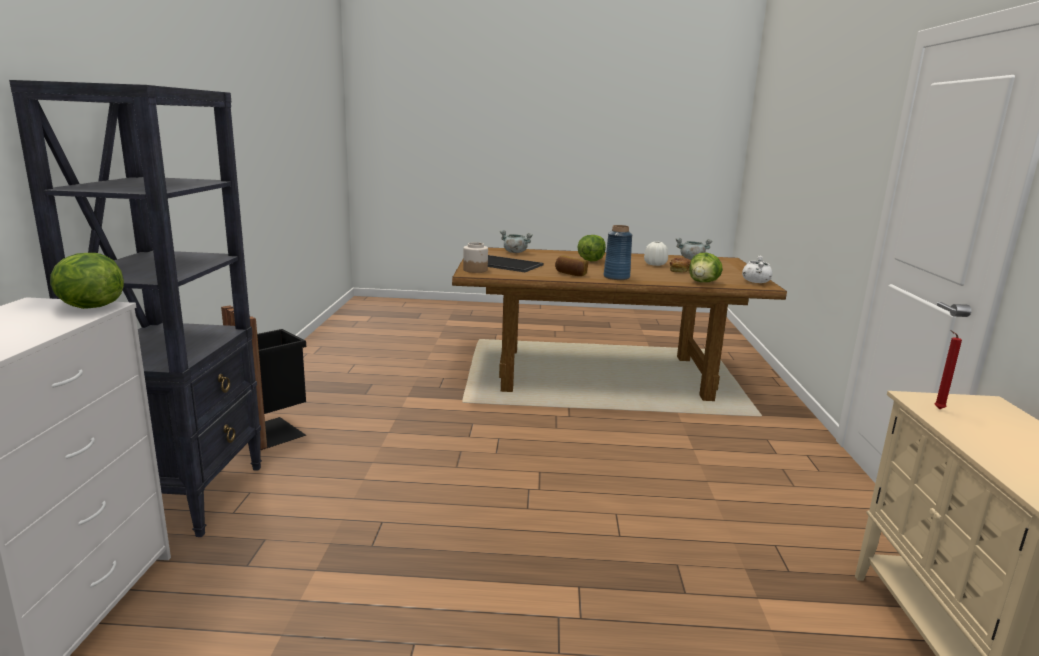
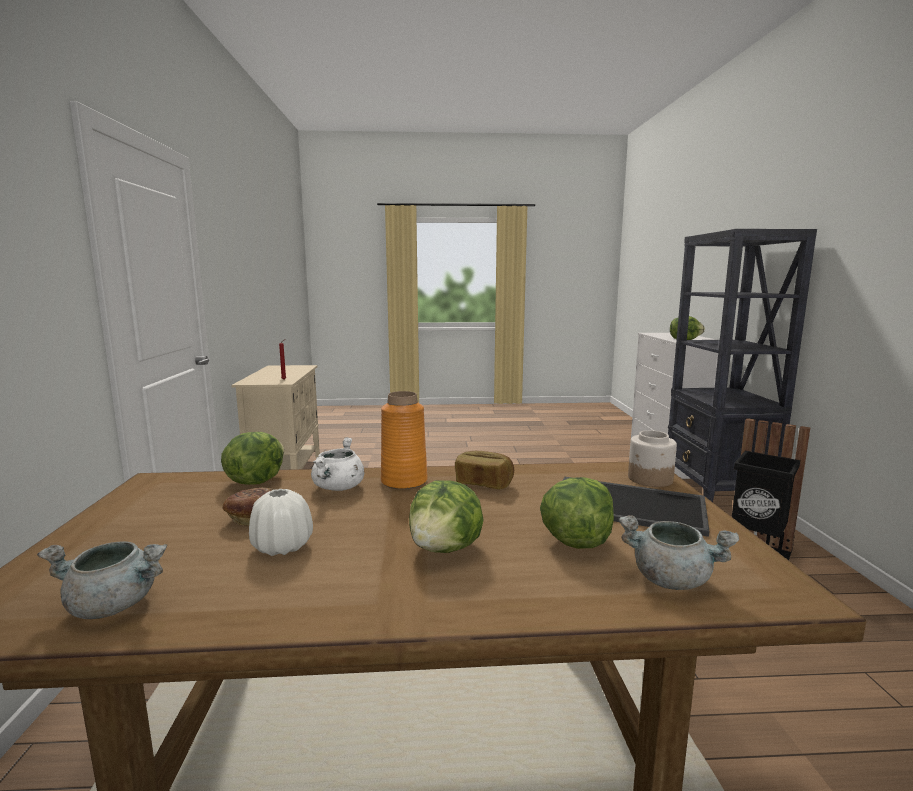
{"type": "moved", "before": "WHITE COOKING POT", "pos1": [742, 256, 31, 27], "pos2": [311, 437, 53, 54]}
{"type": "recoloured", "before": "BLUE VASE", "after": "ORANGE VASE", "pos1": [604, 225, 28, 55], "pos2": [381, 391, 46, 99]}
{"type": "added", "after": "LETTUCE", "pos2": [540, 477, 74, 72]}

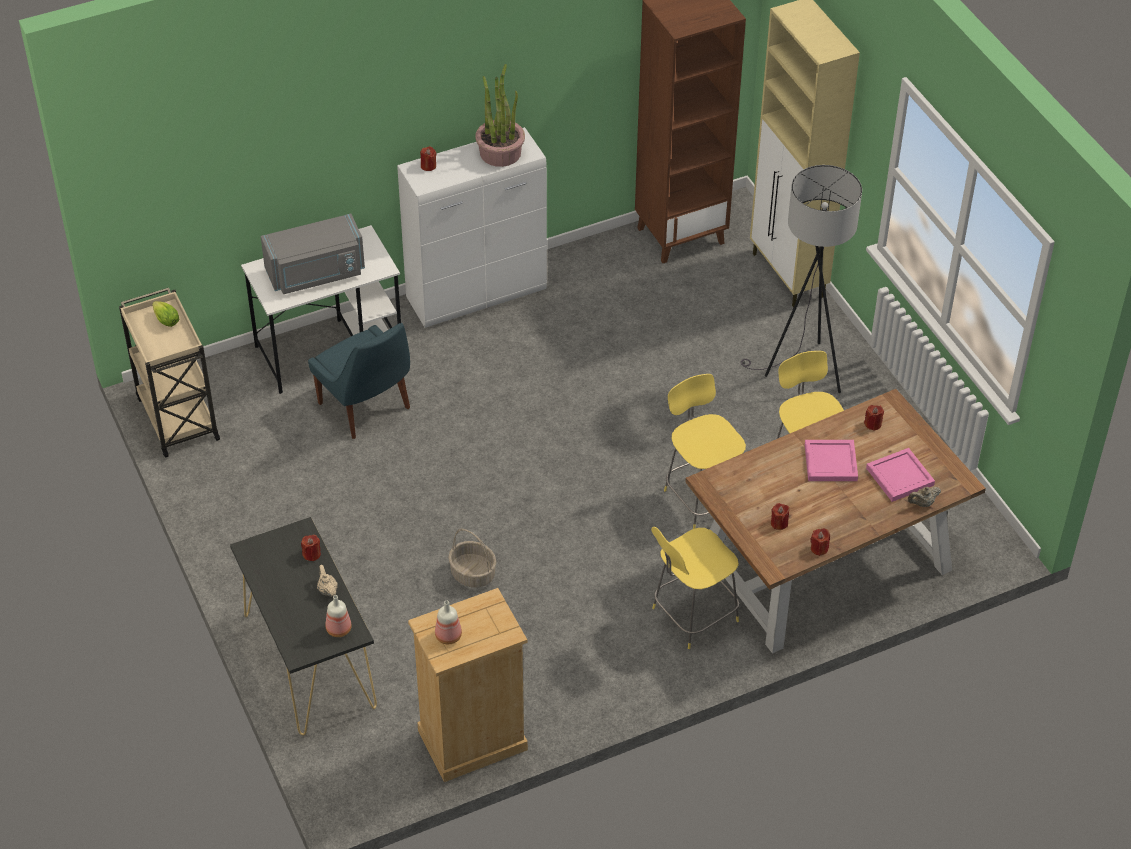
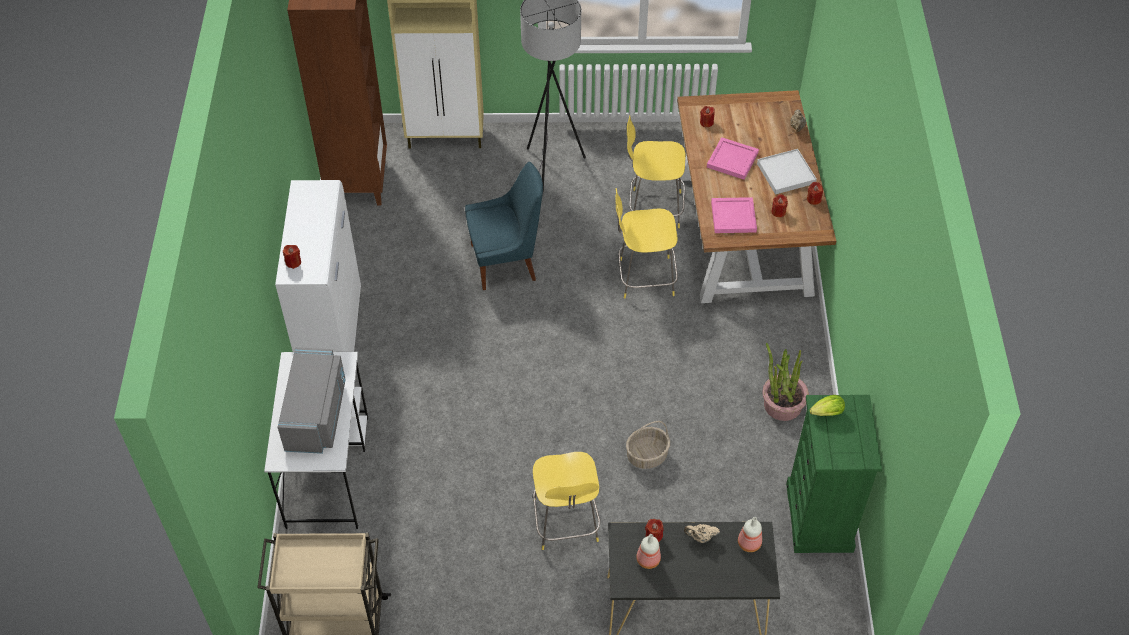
{"type": "moved", "before": "BLUE CHAIR", "pos1": [308, 323, 102, 116], "pos2": [465, 162, 78, 128]}
{"type": "moved", "before": "YELLOW STOOL", "pos1": [651, 527, 88, 122], "pos2": [533, 452, 67, 98]}
{"type": "moved", "before": "BOTTLE", "pos1": [435, 601, 27, 43], "pos2": [636, 534, 25, 35]}
{"type": "moved", "before": "PINK TRAY", "pos1": [866, 448, 69, 54], "pos2": [711, 197, 46, 36]}
{"type": "added", "after": "WHITE TRAY", "pos2": [757, 149, 60, 45]}
{"type": "moved", "before": "POTTED PLANT", "pos1": [475, 64, 50, 103], "pos2": [762, 343, 47, 78]}
{"type": "recoloured", "before": "BEIGE DRESSER", "after": "GREEN DRESSER", "pos1": [408, 588, 120, 194], "pos2": [786, 395, 96, 158]}
{"type": "moved", "before": "LETTUCE", "pos1": [152, 301, 27, 26], "pos2": [810, 395, 35, 21]}

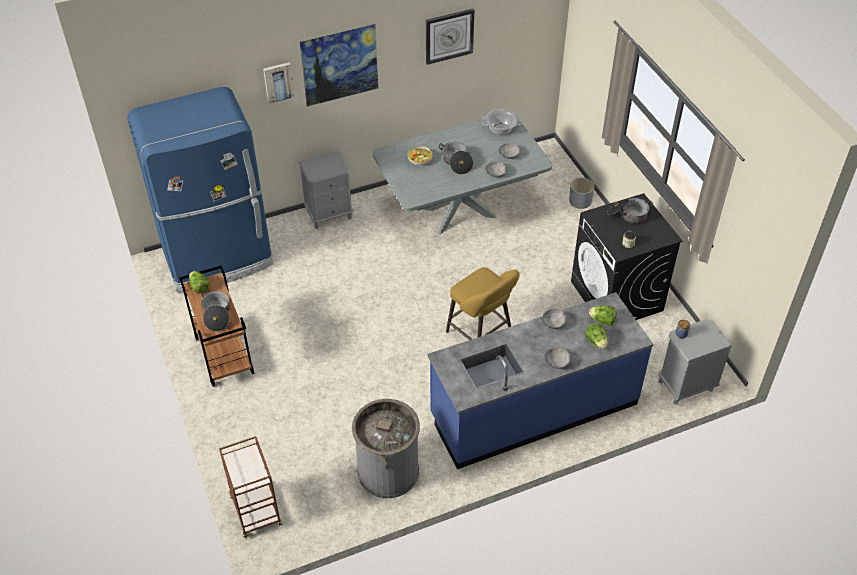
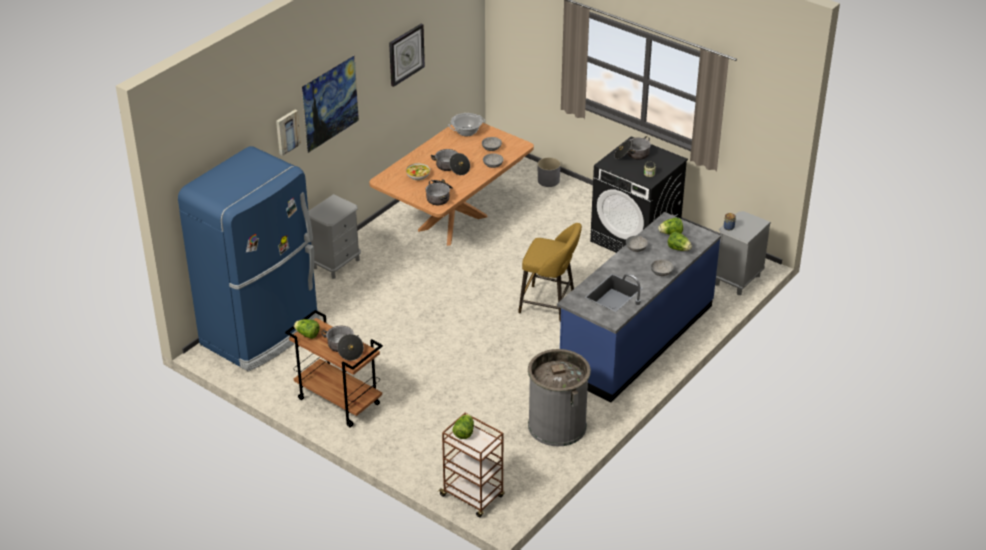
{"type": "recoloured", "before": "GREY DINING TABLE", "after": "BROWN DINING TABLE", "pos1": [373, 114, 179, 121], "pos2": [369, 123, 165, 123]}
{"type": "added", "after": "COOKING POT", "pos2": [425, 179, 28, 26]}
{"type": "added", "after": "LETTUCE", "pos2": [452, 414, 22, 25]}

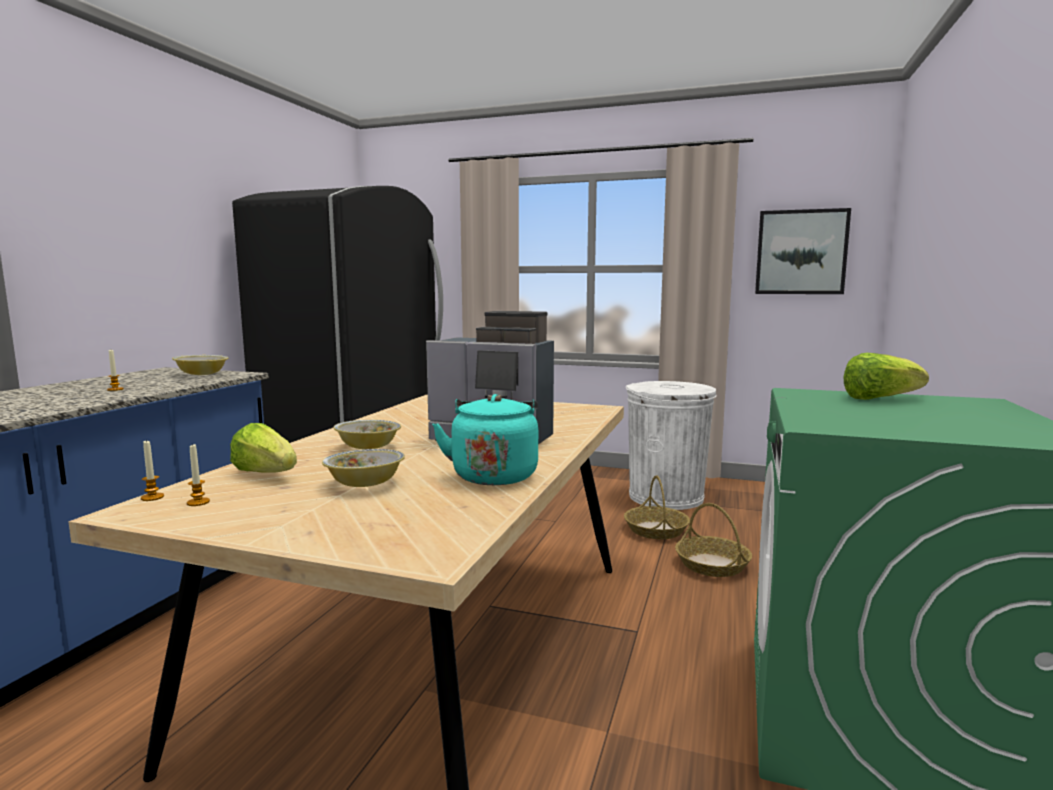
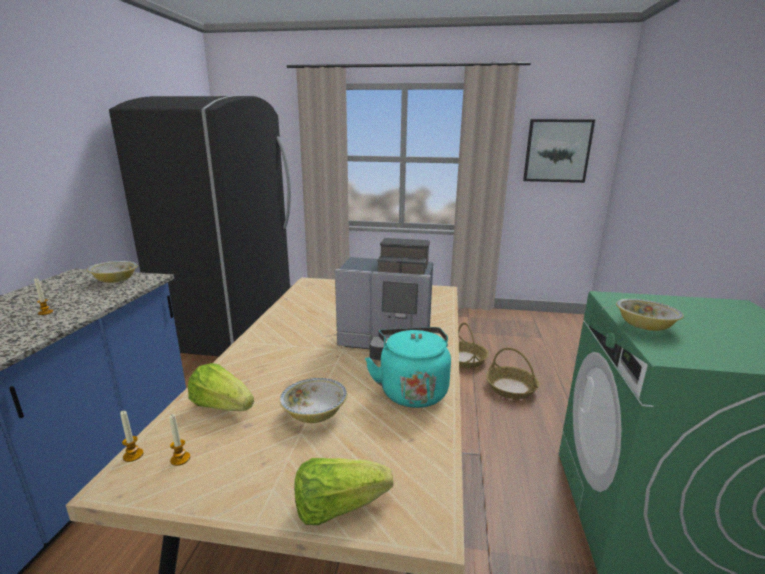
{"type": "moved", "before": "LETTUCE", "pos1": [844, 353, 85, 47], "pos2": [294, 458, 99, 67]}
{"type": "moved", "before": "BOWL", "pos1": [334, 420, 67, 29], "pos2": [616, 299, 68, 32]}
{"type": "removed", "before": "WHITE TRASH CAN", "pos1": [626, 381, 91, 129]}

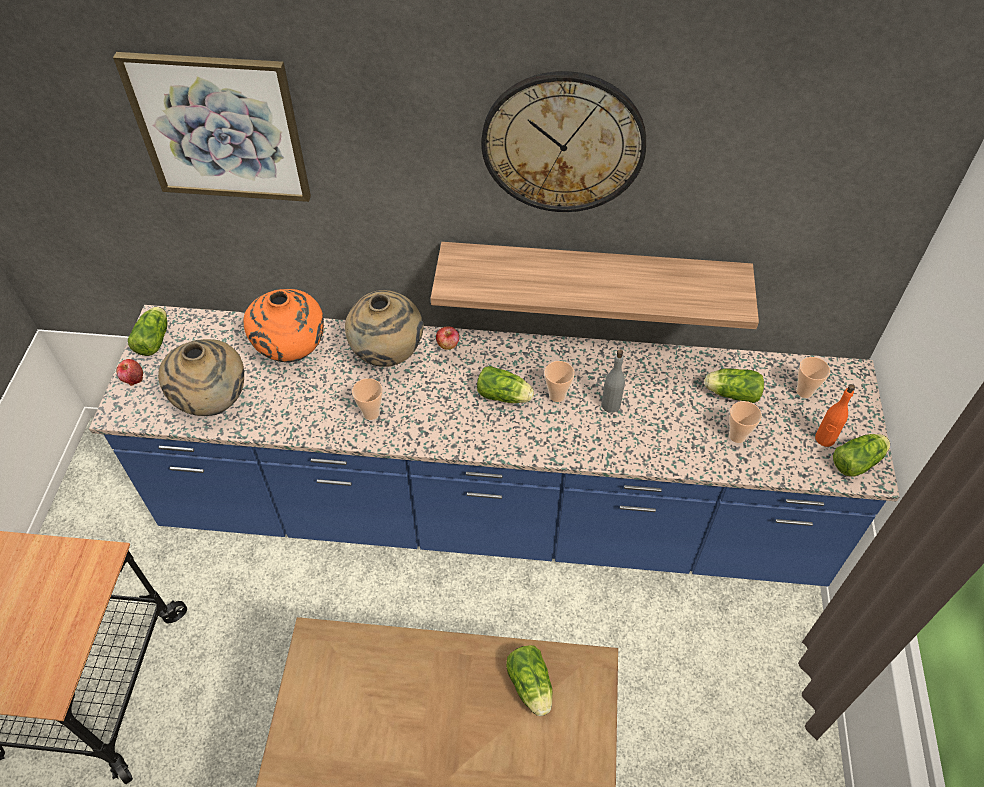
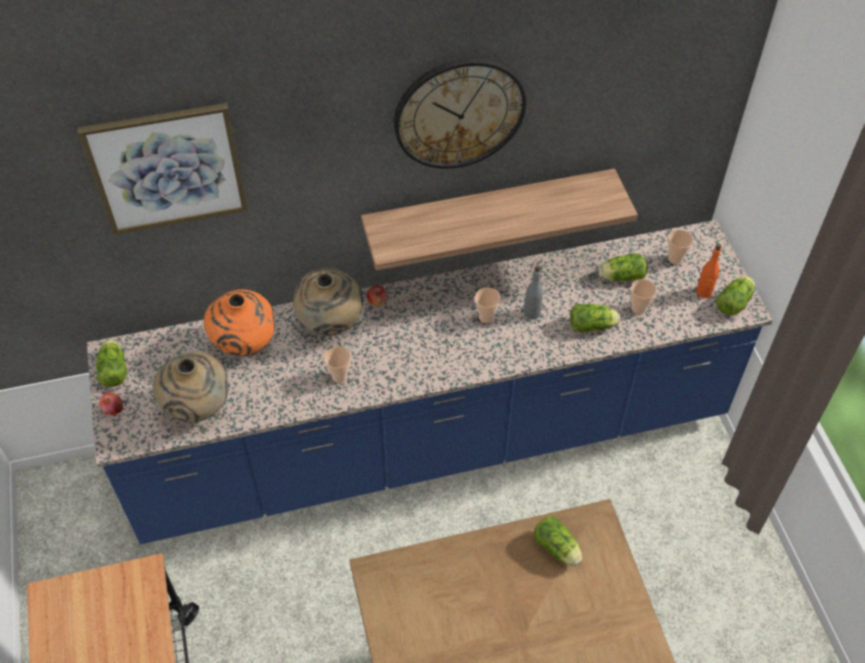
{"type": "moved", "before": "LETTUCE", "pos1": [477, 366, 57, 37], "pos2": [570, 304, 50, 28]}

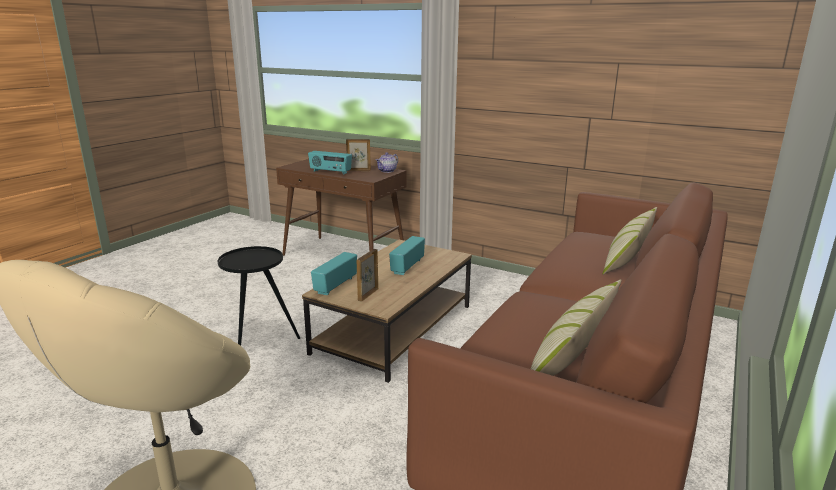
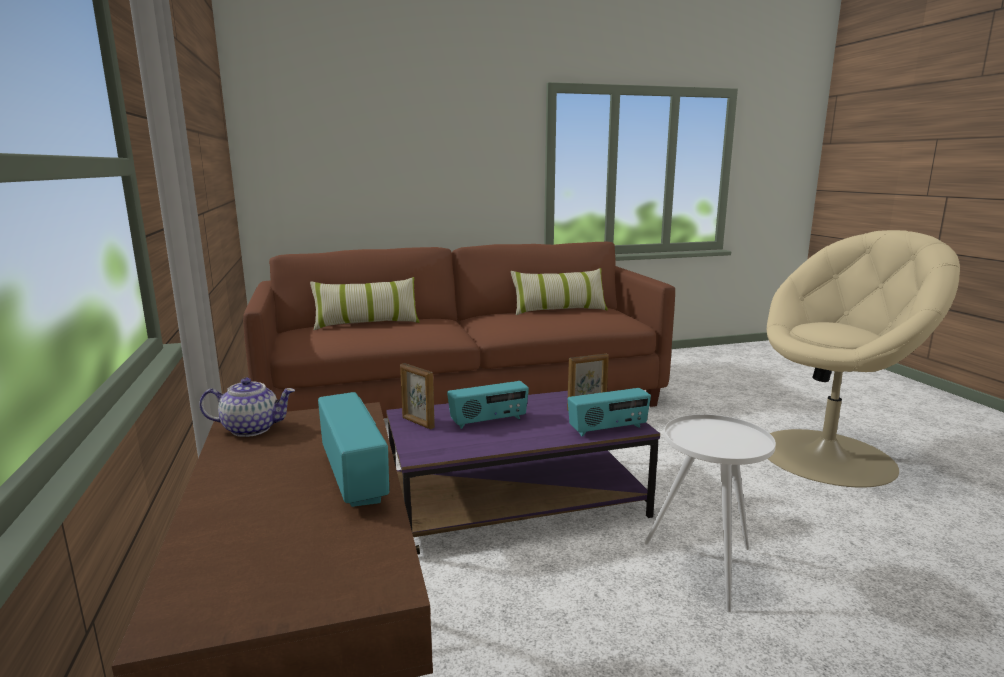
{"type": "recoloured", "before": "BROWN COFFEE TABLE", "after": "PURPLE COFFEE TABLE", "pos1": [302, 240, 170, 143], "pos2": [386, 391, 274, 146]}
{"type": "moved", "before": "PICTURE FRAME", "pos1": [346, 139, 25, 32], "pos2": [400, 363, 35, 66]}
{"type": "recoloured", "before": "BLACK SIDE TABLE", "after": "WHITE SIDE TABLE", "pos1": [218, 246, 82, 99], "pos2": [645, 414, 131, 198]}

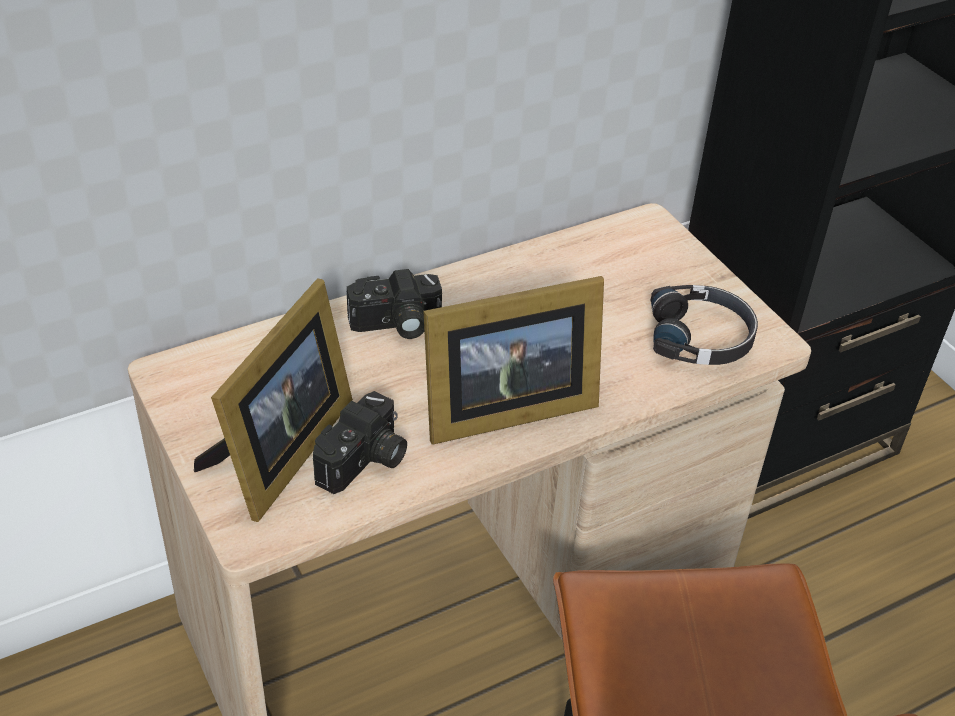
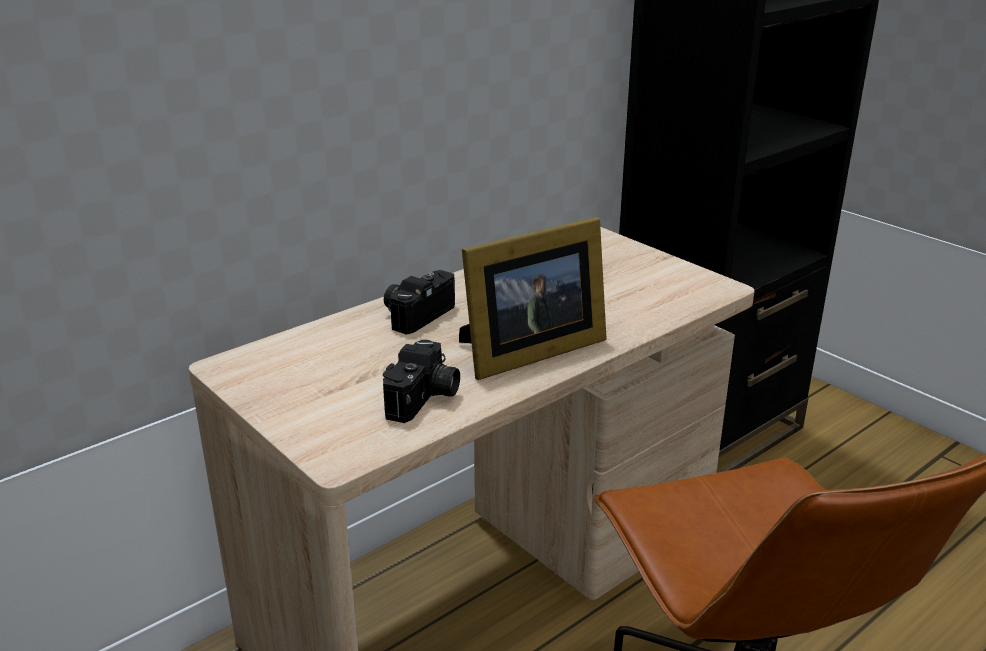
{"type": "turned", "before": "PHOTO CAMERA", "pos1": [346, 269, 96, 70], "pos2": [384, 270, 71, 65], "turn": 150}
{"type": "removed", "before": "PICTURE FRAME", "pos1": [194, 278, 159, 244]}
{"type": "removed", "before": "BLACK HEADPHONES", "pos1": [650, 285, 108, 80]}

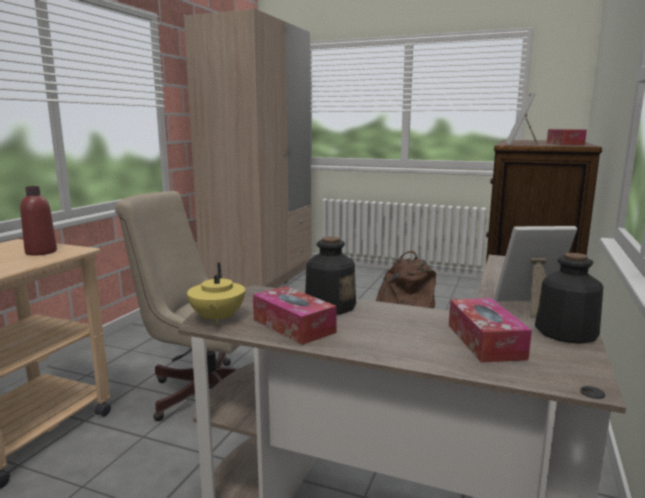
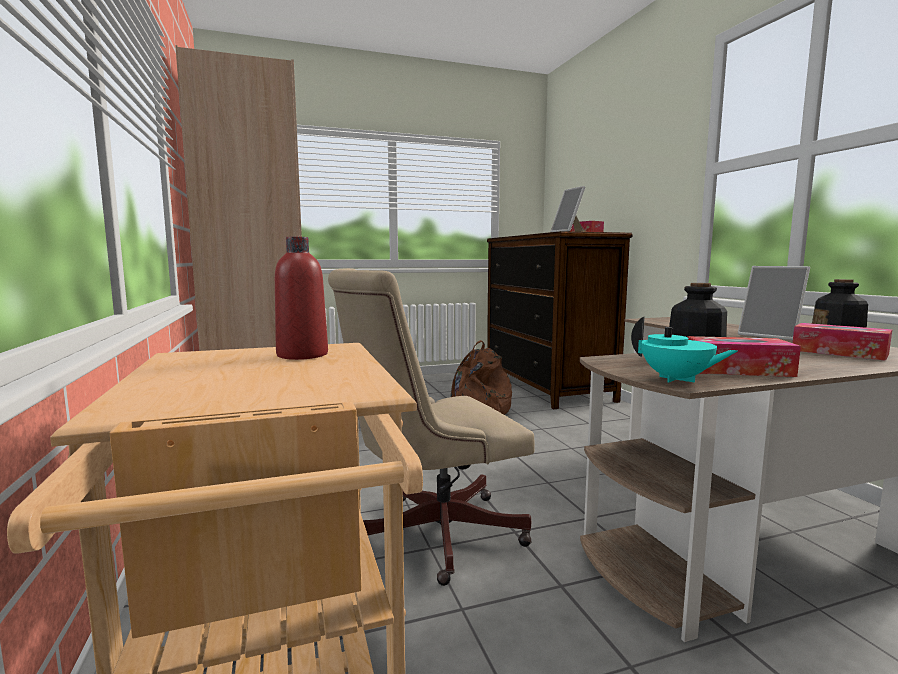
{"type": "recoloured", "before": "YELLOW TEAPOT", "after": "TURQUOISE TEAPOT", "pos1": [187, 263, 58, 61], "pos2": [631, 317, 107, 66]}
{"type": "turned", "before": "PICTURE FRAME", "pos1": [494, 226, 83, 91], "pos2": [738, 266, 72, 74], "turn": -90}

